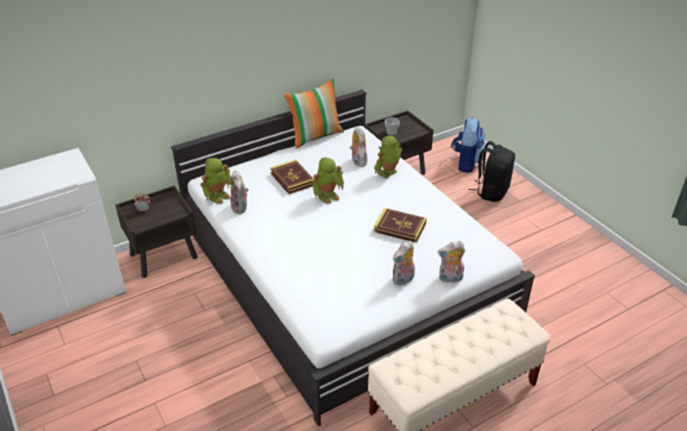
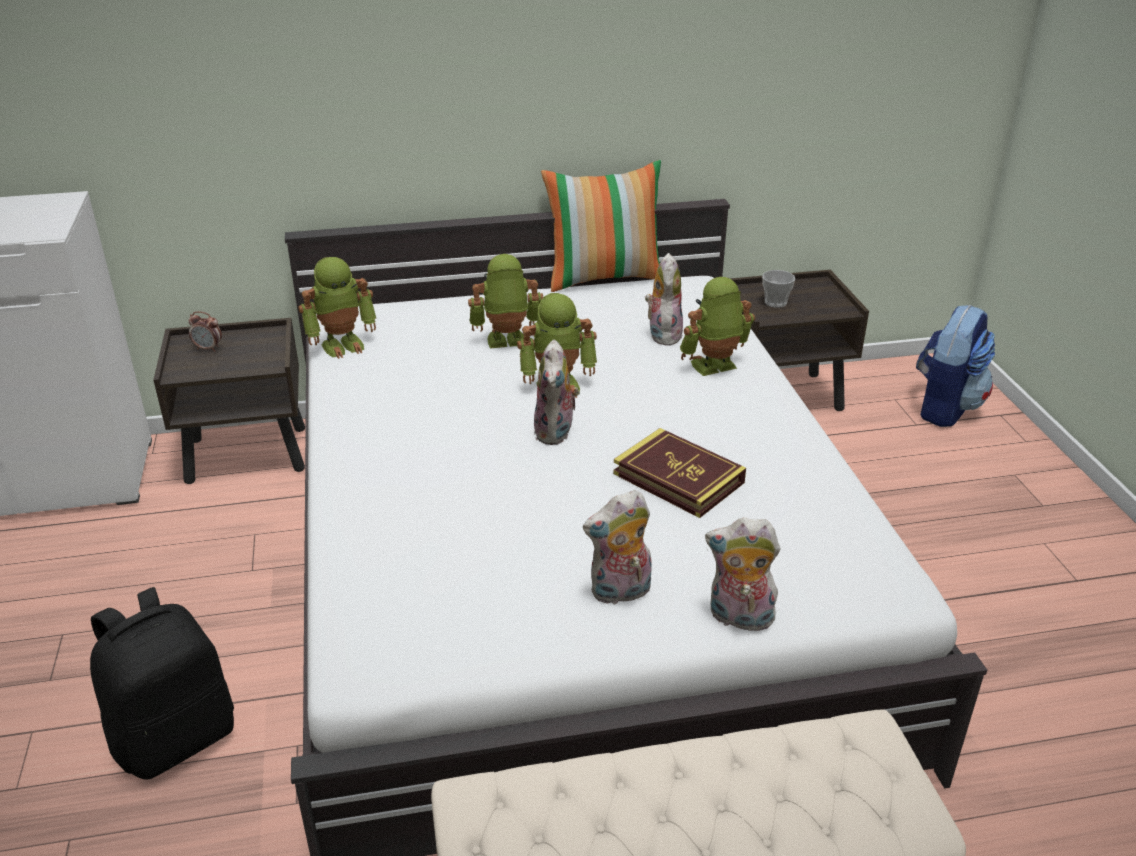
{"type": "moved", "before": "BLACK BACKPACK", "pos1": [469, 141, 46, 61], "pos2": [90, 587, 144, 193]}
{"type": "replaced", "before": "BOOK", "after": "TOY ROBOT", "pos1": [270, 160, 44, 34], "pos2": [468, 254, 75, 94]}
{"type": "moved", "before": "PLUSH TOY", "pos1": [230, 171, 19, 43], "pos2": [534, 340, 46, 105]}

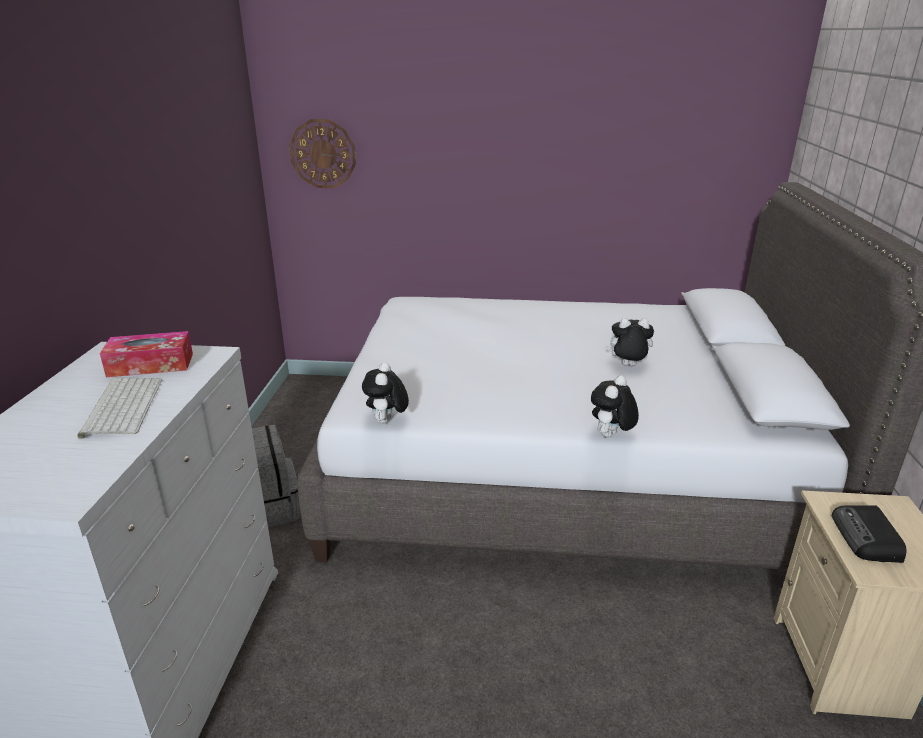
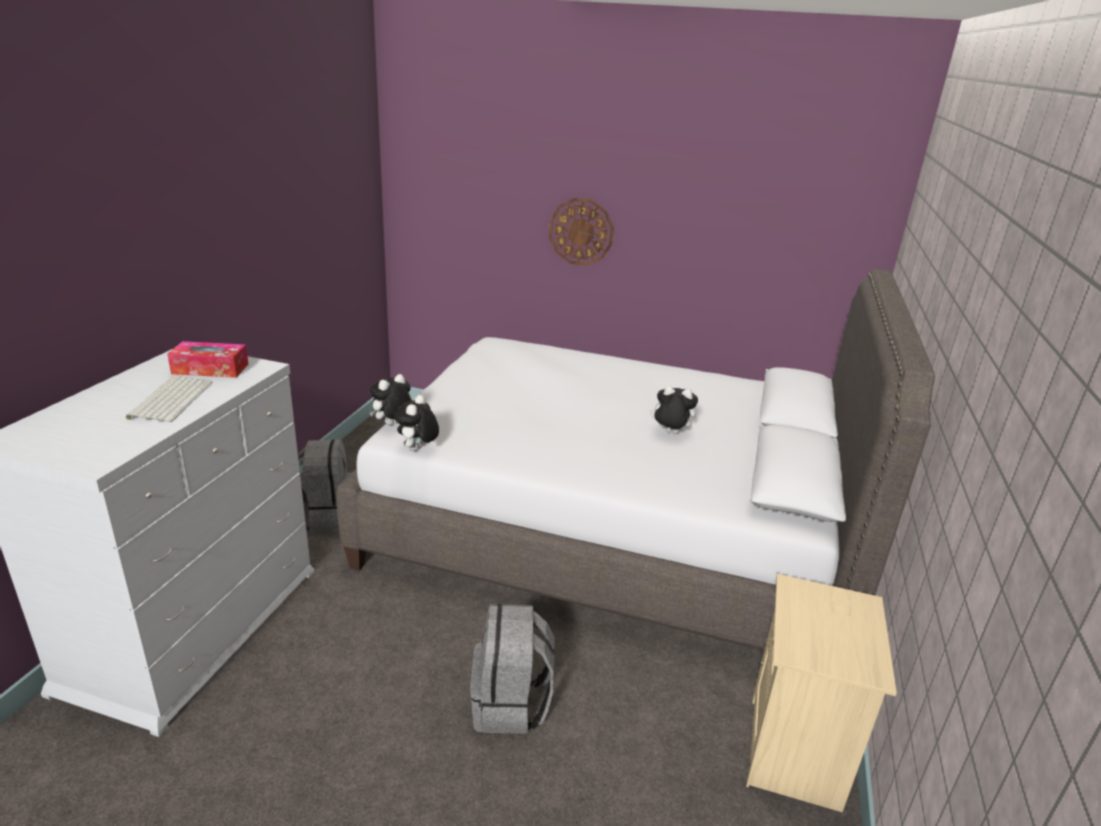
{"type": "moved", "before": "PLUSH TOY", "pos1": [591, 375, 48, 63], "pos2": [369, 374, 43, 51]}
{"type": "added", "after": "GREY BACKPACK", "pos2": [470, 604, 85, 130]}
{"type": "moved", "before": "WALL CLOCK", "pos1": [289, 119, 67, 69], "pos2": [549, 198, 65, 68]}
{"type": "removed", "before": "RADIO", "pos1": [832, 505, 74, 58]}

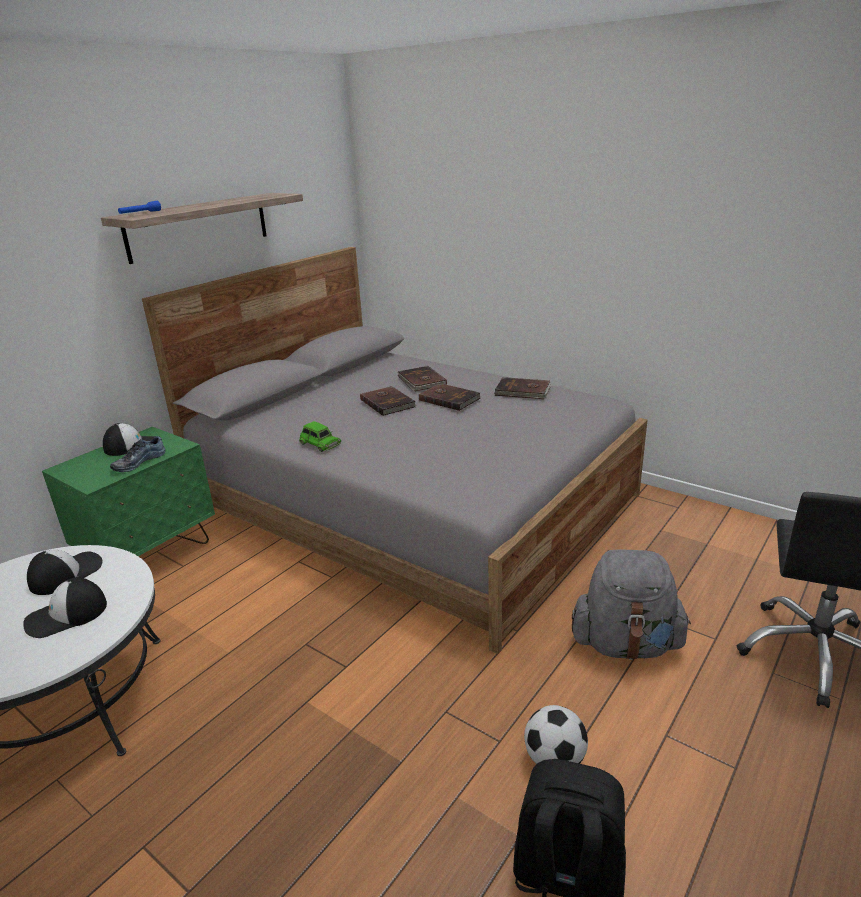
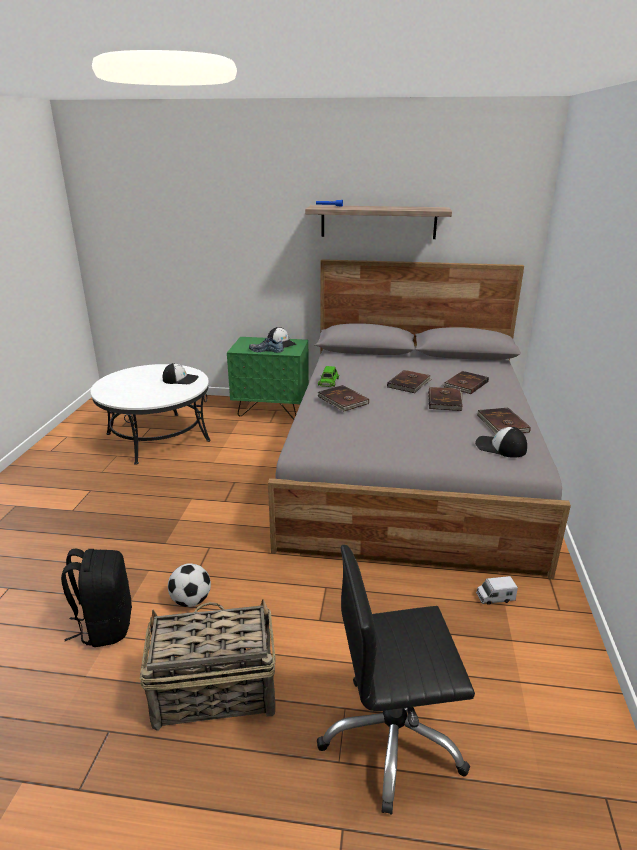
{"type": "added", "after": "BASKET", "pos2": [140, 599, 136, 132]}
{"type": "added", "after": "BROWN BOOK", "pos2": [318, 385, 51, 26]}
{"type": "moved", "before": "CAP", "pos1": [23, 577, 84, 61], "pos2": [475, 427, 52, 31]}
{"type": "added", "after": "TOY TRUCK", "pos2": [476, 576, 42, 29]}
{"type": "removed", "before": "GREY BACKPACK", "pos1": [572, 549, 119, 111]}

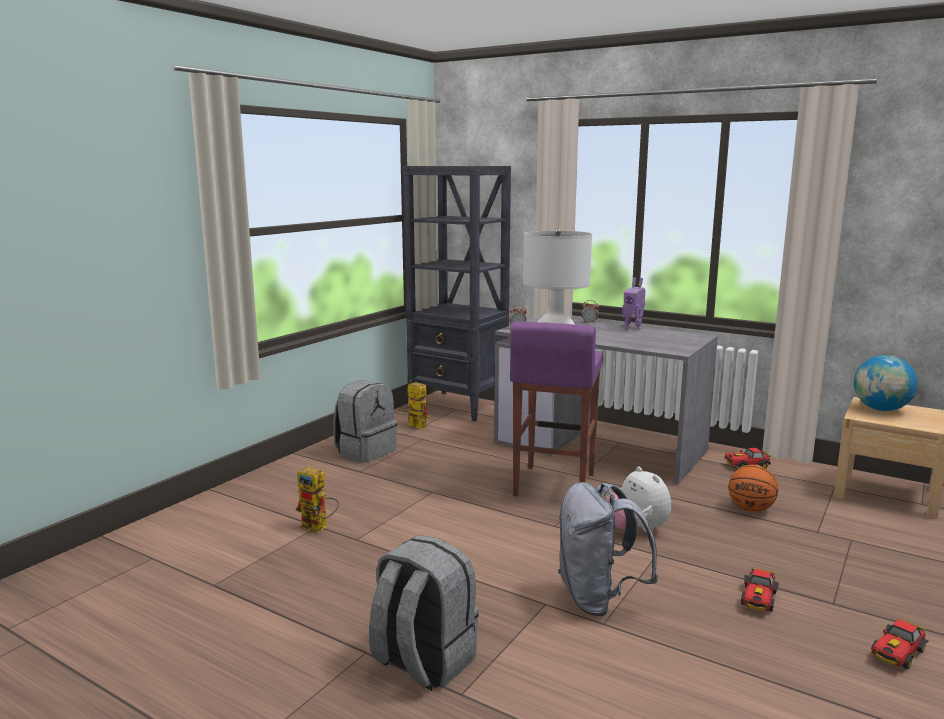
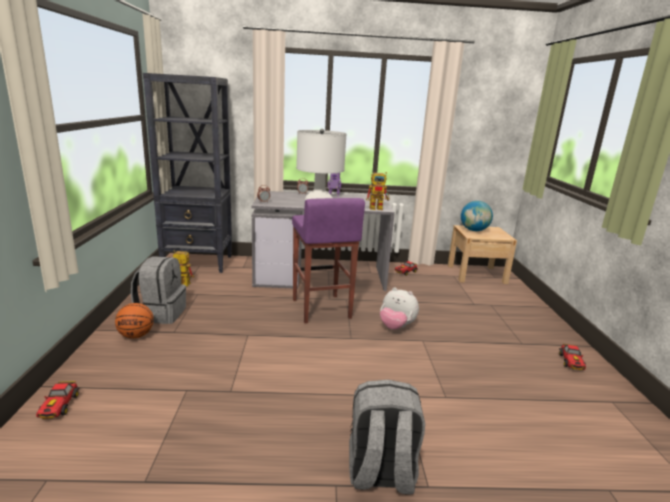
{"type": "moved", "before": "TOY CAR", "pos1": [741, 567, 38, 45], "pos2": [36, 381, 43, 38]}
{"type": "moved", "before": "BASKETBALL", "pos1": [728, 465, 50, 47], "pos2": [115, 303, 39, 36]}
{"type": "moved", "before": "TOY ROBOT", "pos1": [295, 467, 44, 66], "pos2": [366, 172, 23, 38]}
{"type": "removed", "before": "GREY BACKPACK", "pos1": [558, 482, 100, 134]}

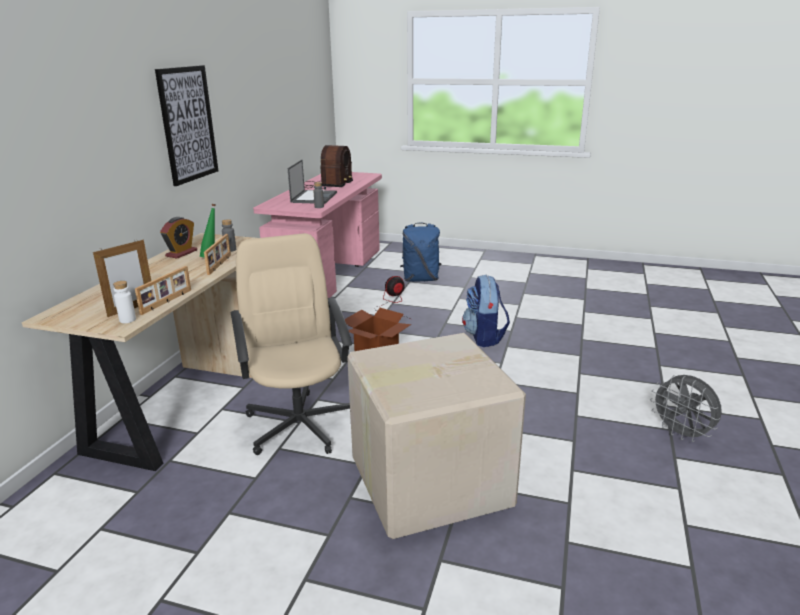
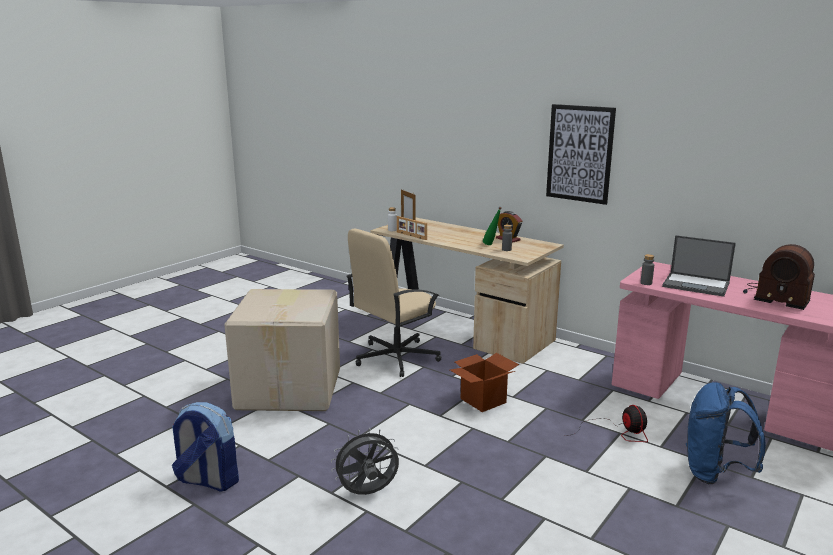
{"type": "moved", "before": "BACKPACK", "pos1": [462, 275, 48, 72], "pos2": [172, 402, 67, 89]}
{"type": "moved", "before": "GREY FAN", "pos1": [650, 375, 72, 67], "pos2": [331, 428, 68, 67]}
{"type": "turned", "before": "BEIGE OFFICE CHAIR", "pos1": [230, 233, 122, 222], "pos2": [347, 228, 95, 149], "turn": 135}
{"type": "removed", "before": "PICTURE FRAME", "pos1": [204, 234, 27, 41]}

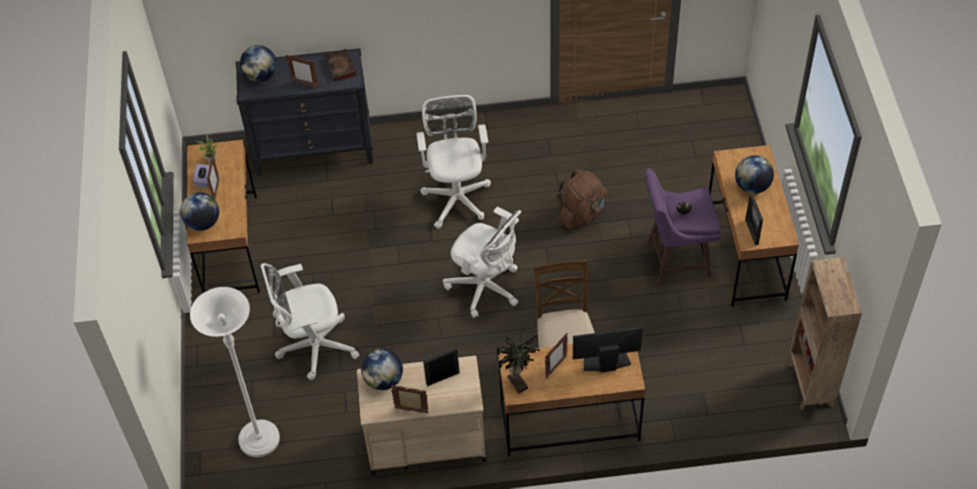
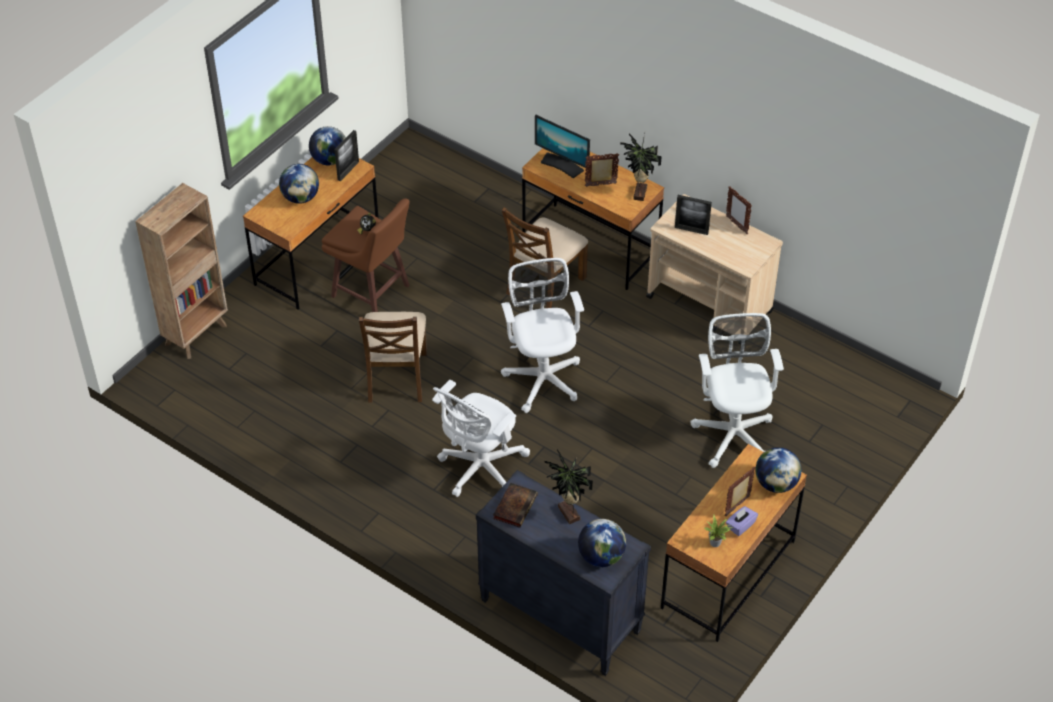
{"type": "moved", "before": "BROWN BOOKCASE", "pos1": [787, 257, 75, 153], "pos2": [135, 183, 93, 176]}
{"type": "moved", "before": "GLOBE", "pos1": [361, 348, 42, 42], "pos2": [309, 126, 37, 39]}
{"type": "recoloured", "before": "PURPLE STOOL", "after": "BROWN STOOL", "pos1": [645, 168, 76, 116], "pos2": [322, 198, 88, 114]}
{"type": "replaced", "before": "BROWN BACKPACK", "after": "BROWN CHAIR", "pos1": [557, 169, 50, 60], "pos2": [359, 312, 68, 90]}
{"type": "replaced", "before": "PICTURE FRAME", "after": "POTTED PLANT", "pos1": [286, 55, 33, 33], "pos2": [544, 449, 49, 75]}
{"type": "turned", "before": "WHITE OFFICE CHAIR", "pos1": [261, 263, 99, 117], "pos2": [690, 313, 94, 155], "turn": -120}
{"type": "removed", "before": "WHITE FLOOR LAMP", "pos1": [190, 287, 90, 170]}

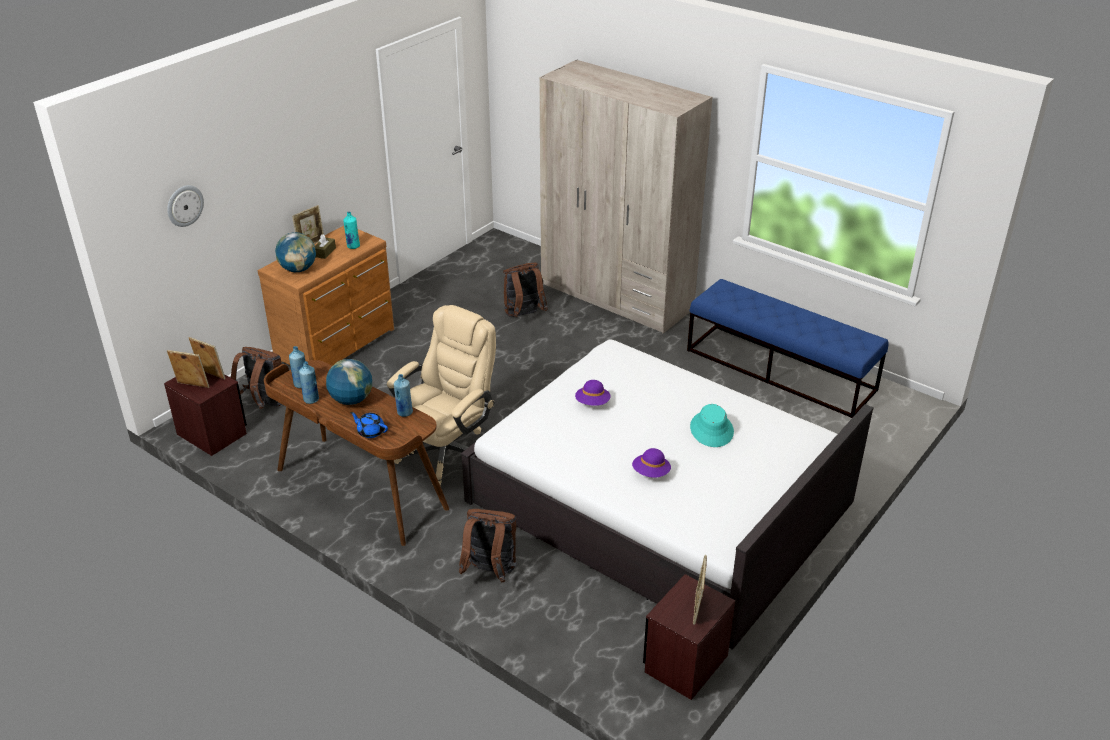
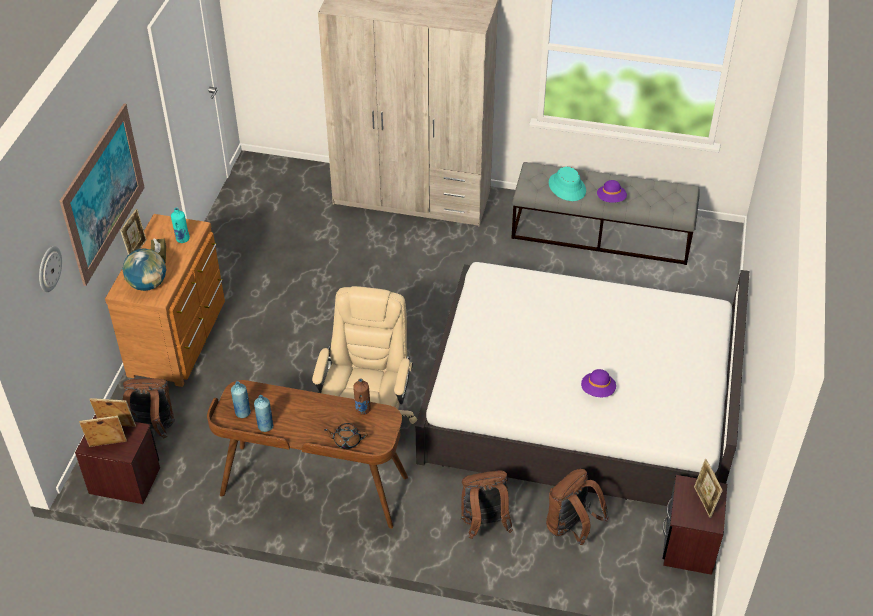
{"type": "added", "after": "PICTURE", "pos2": [60, 104, 85, 182]}
{"type": "recoloured", "before": "BLUE TEAPOT", "after": "BROWN TEAPOT", "pos1": [350, 412, 38, 26], "pos2": [324, 423, 44, 26]}
{"type": "recoloured", "before": "BLUE BOTTLE", "after": "BROWN BOTTLE", "pos1": [394, 374, 19, 43], "pos2": [353, 378, 18, 37]}
{"type": "recoloured", "before": "BLUE BENCH", "after": "GREY BENCH", "pos1": [687, 279, 201, 139], "pos2": [511, 162, 188, 103]}
{"type": "moved", "before": "BROWN BACKPACK", "pos1": [503, 263, 45, 54], "pos2": [546, 469, 63, 76]}
{"type": "moved", "before": "TURQUOISE HAT", "pos1": [690, 404, 44, 43], "pos2": [549, 167, 37, 34]}
{"type": "moved", "before": "PURPLE HAT", "pos1": [575, 380, 35, 26], "pos2": [597, 180, 30, 23]}
{"type": "removed", "before": "GLOBE", "pos1": [326, 359, 46, 46]}

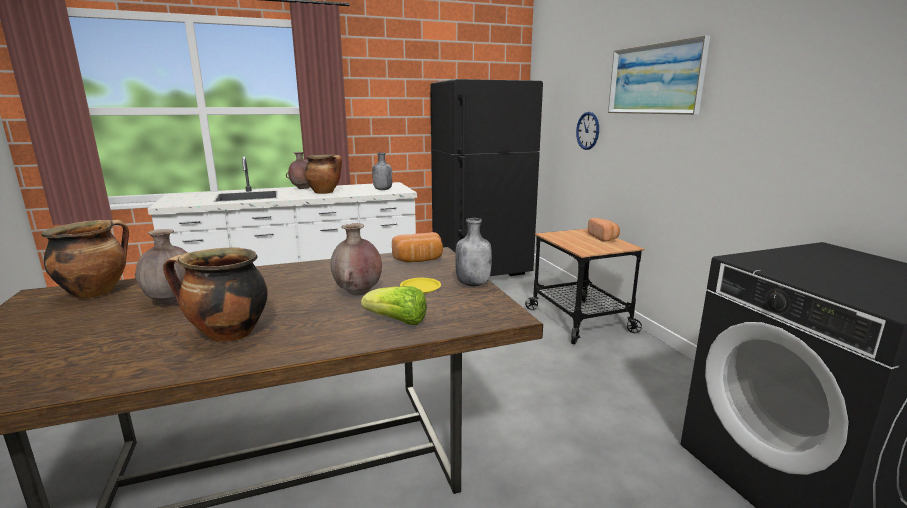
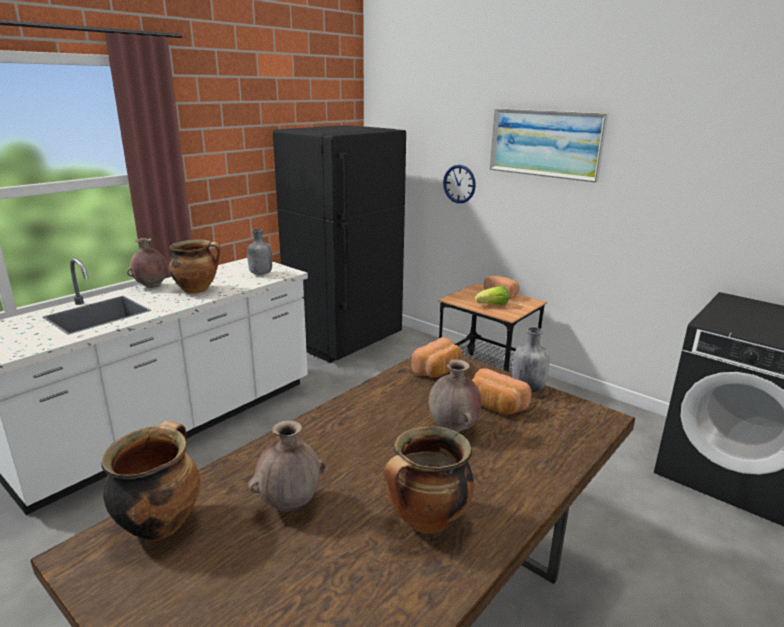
{"type": "replaced", "before": "YELLOW PLATE", "after": "BREAD", "pos1": [400, 278, 41, 15], "pos2": [472, 368, 60, 46]}
{"type": "moved", "before": "LETTUCE", "pos1": [361, 286, 66, 39], "pos2": [475, 286, 34, 19]}

